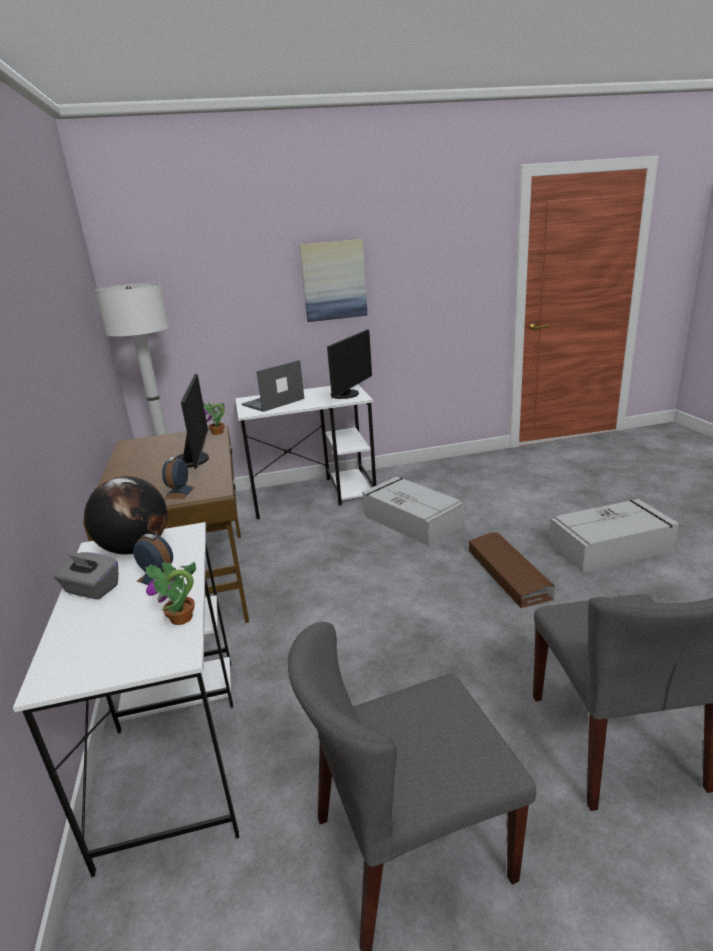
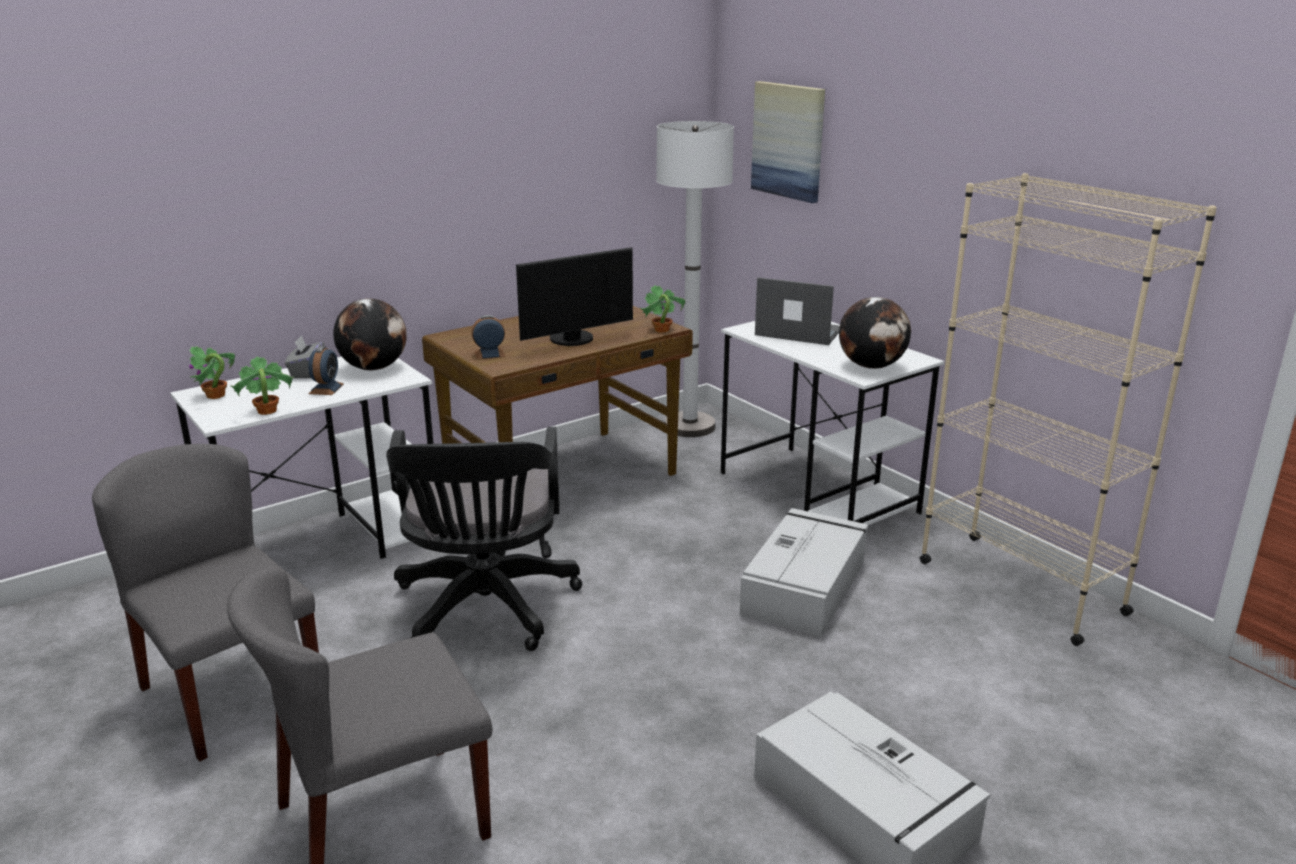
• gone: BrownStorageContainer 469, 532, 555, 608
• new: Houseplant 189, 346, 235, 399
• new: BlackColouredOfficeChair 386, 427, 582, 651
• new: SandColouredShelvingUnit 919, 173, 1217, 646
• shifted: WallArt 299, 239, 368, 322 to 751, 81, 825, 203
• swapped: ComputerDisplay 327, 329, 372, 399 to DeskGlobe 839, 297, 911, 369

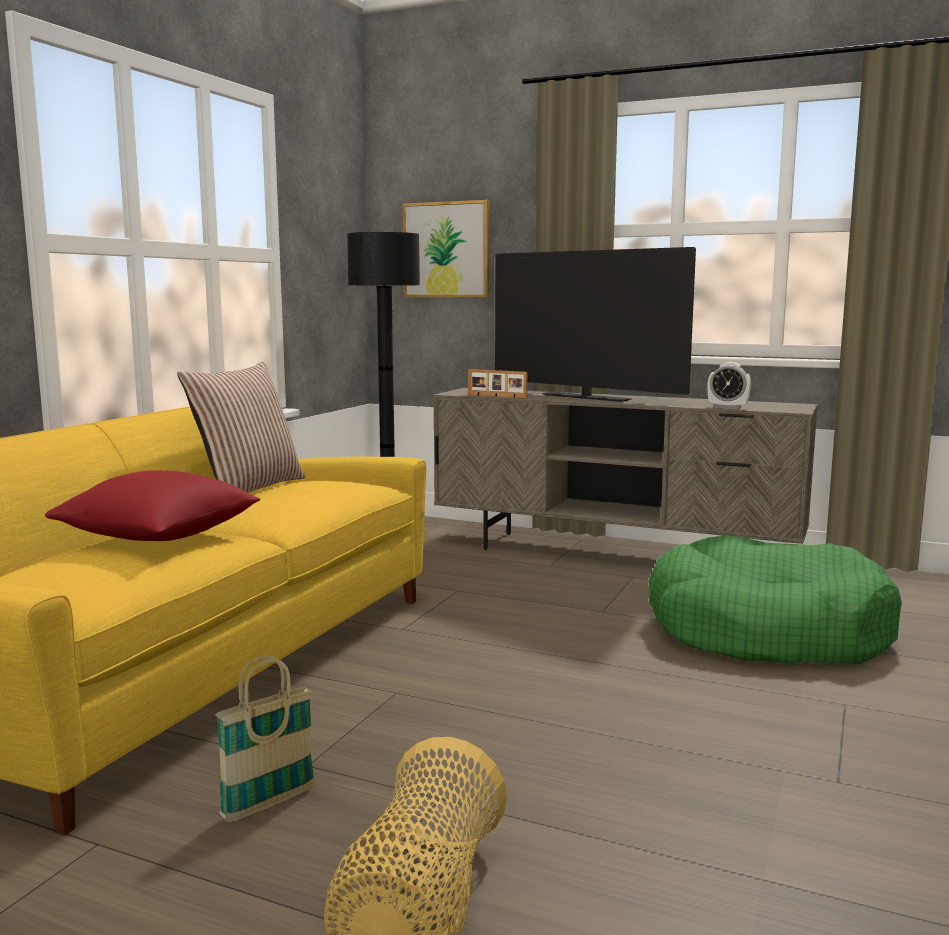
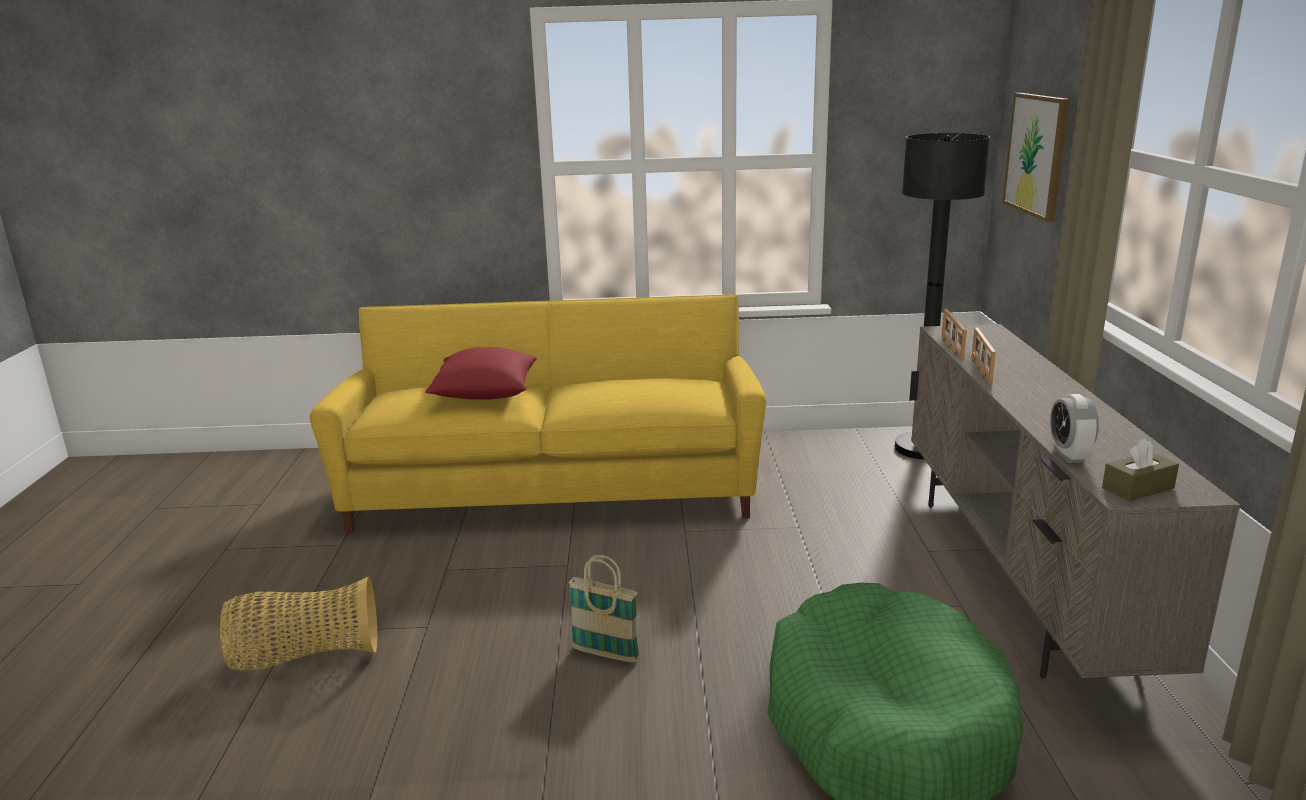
• gone: Pillow 177, 361, 305, 493
• gone: TvSet 495, 247, 696, 402
• new: StandingFrame 972, 327, 996, 384
• new: BrownTissueBox 1102, 438, 1179, 501
• shifted: StorageBasket 216, 655, 315, 822 to 568, 555, 639, 663

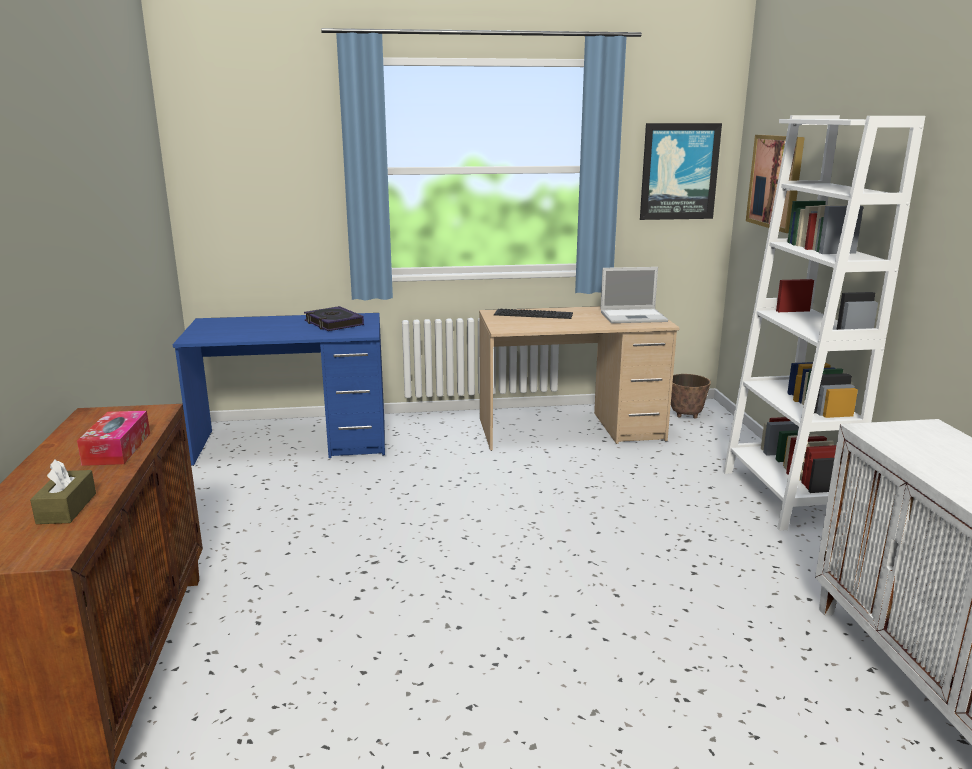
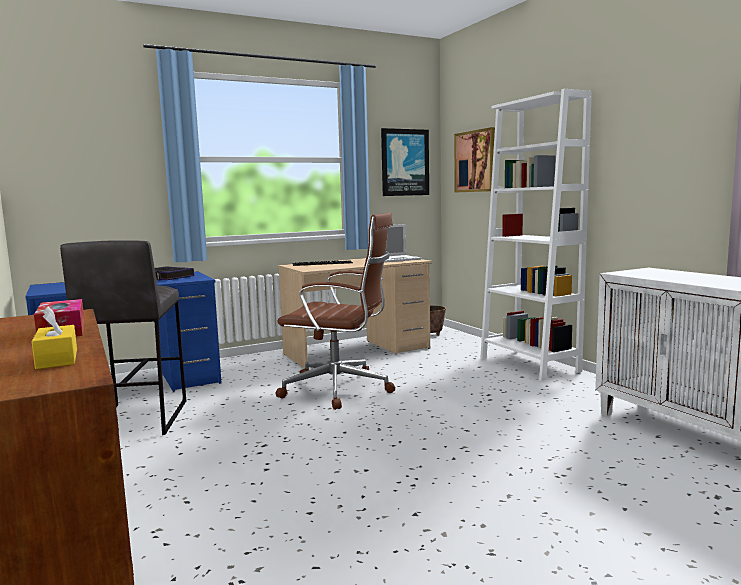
• new: GreyishStoolSeat 60, 240, 186, 435
• new: BrownOfficeChair 276, 212, 395, 410
• repainted: BrownTissueBox 30, 459, 96, 524 to YellowishTissueBox 32, 306, 77, 369

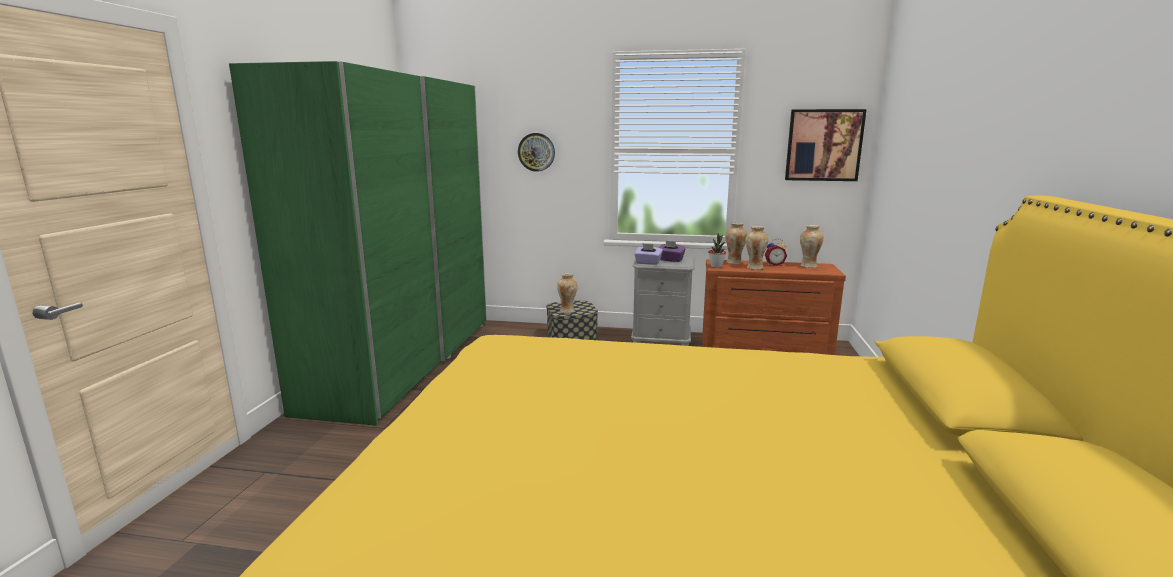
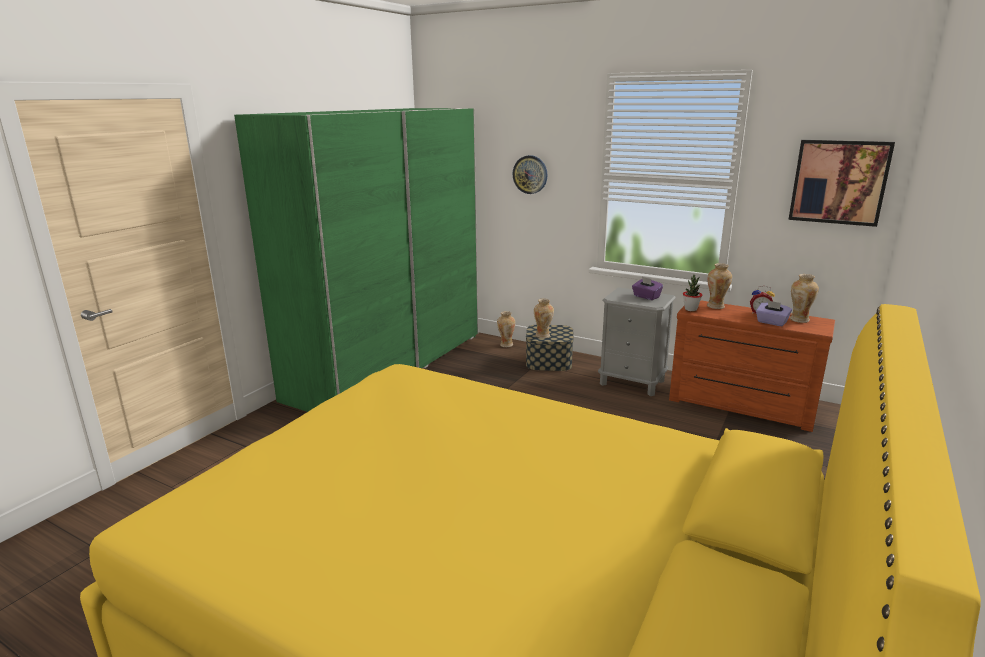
• shifted: PurplishTissueBox 634, 243, 663, 265 to 756, 300, 792, 326
• shifted: DecorativeVase 745, 226, 769, 270 to 497, 311, 515, 347

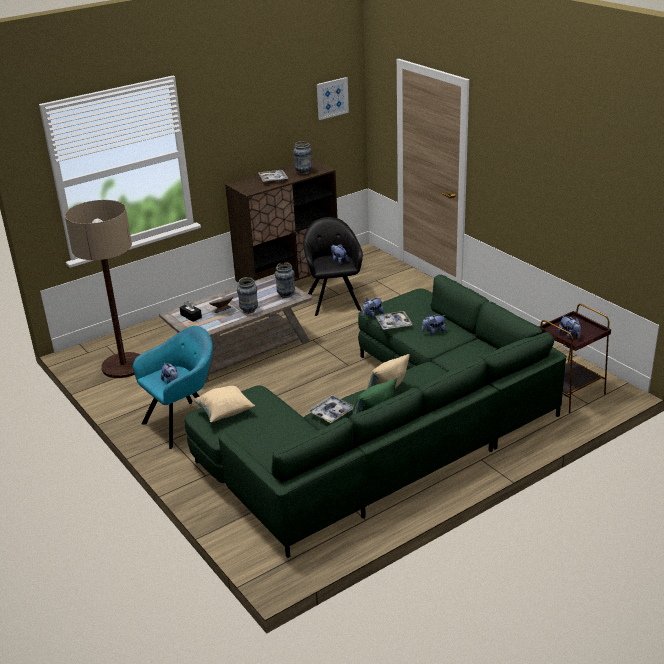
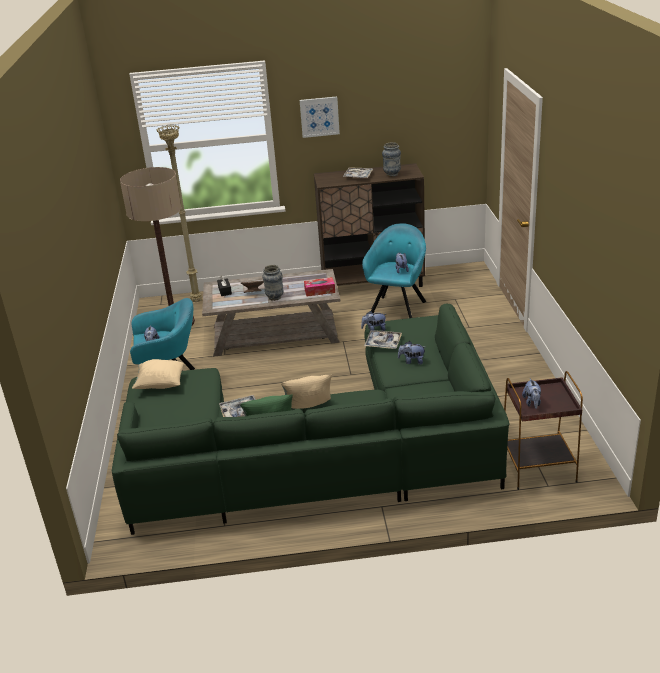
• new: SandColouredStandardLamp 156, 125, 202, 302
• shifted: WallArt 317, 77, 349, 120 to 300, 97, 340, 138
• swapped: DecorativeVase 275, 262, 295, 298 to TissueBox 304, 277, 335, 297
• repainted: BlackColouredArmchair 303, 217, 363, 316 to TurquoiseColouredArmchair 362, 223, 426, 318

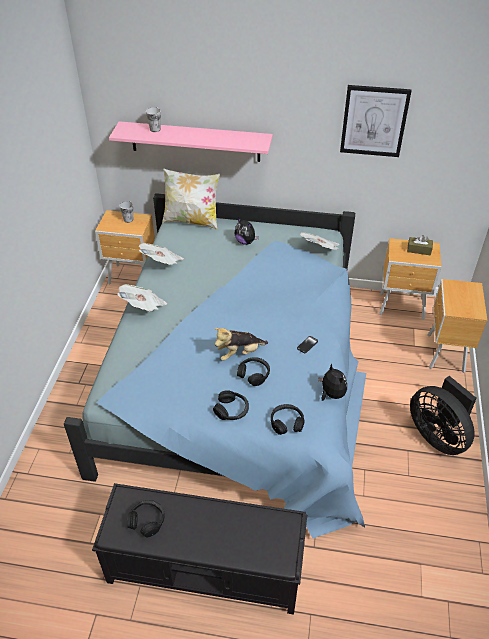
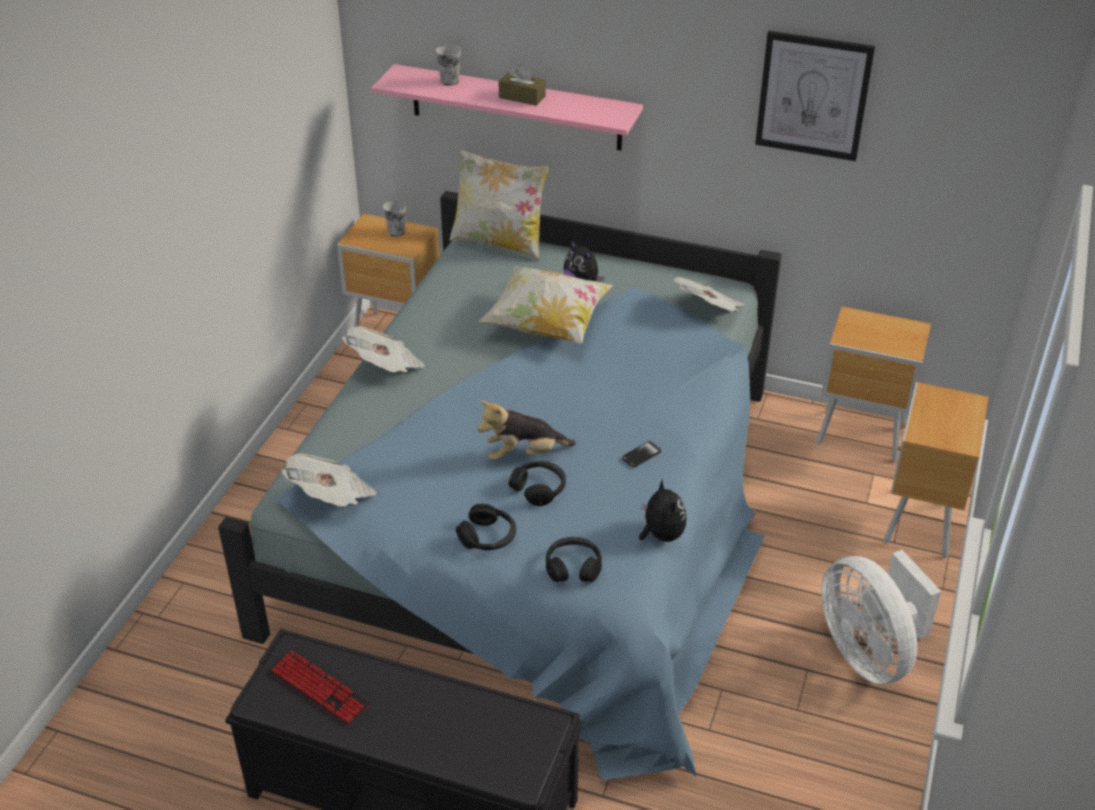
• new: Pillow 479, 266, 613, 344
• shifted: DailyPaper 139, 243, 184, 265 to 281, 453, 377, 507
• shifted: BrownTissueBox 407, 235, 433, 255 to 498, 65, 546, 106
• swapped: BlackColouredHeadset 127, 500, 165, 537 to PcKeyboard 269, 650, 371, 726
• repainted: BlackColouredCoolingFan 410, 376, 477, 455 to WhiteCoolingFan 821, 550, 941, 684

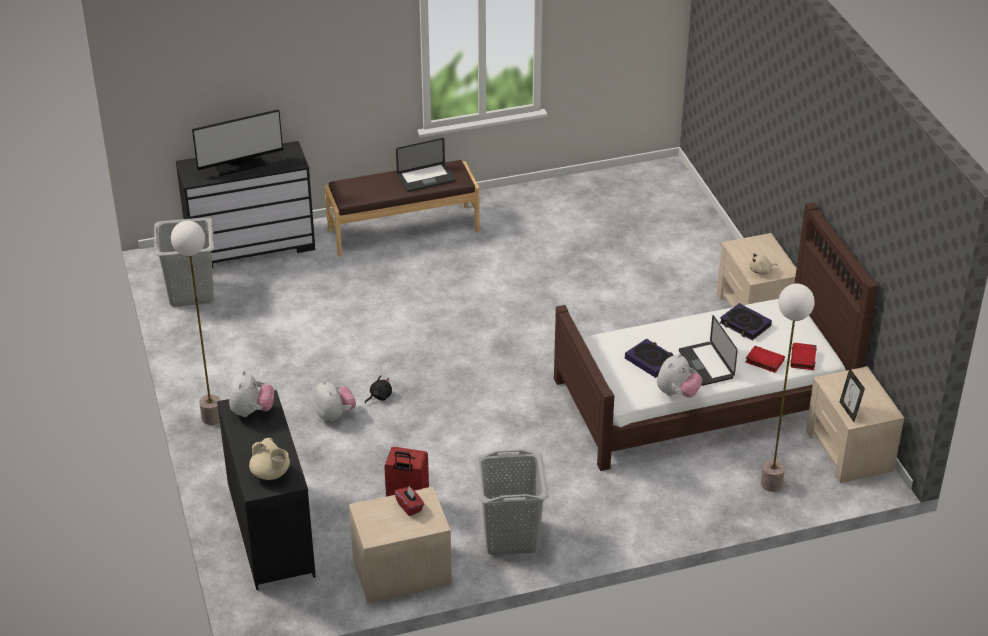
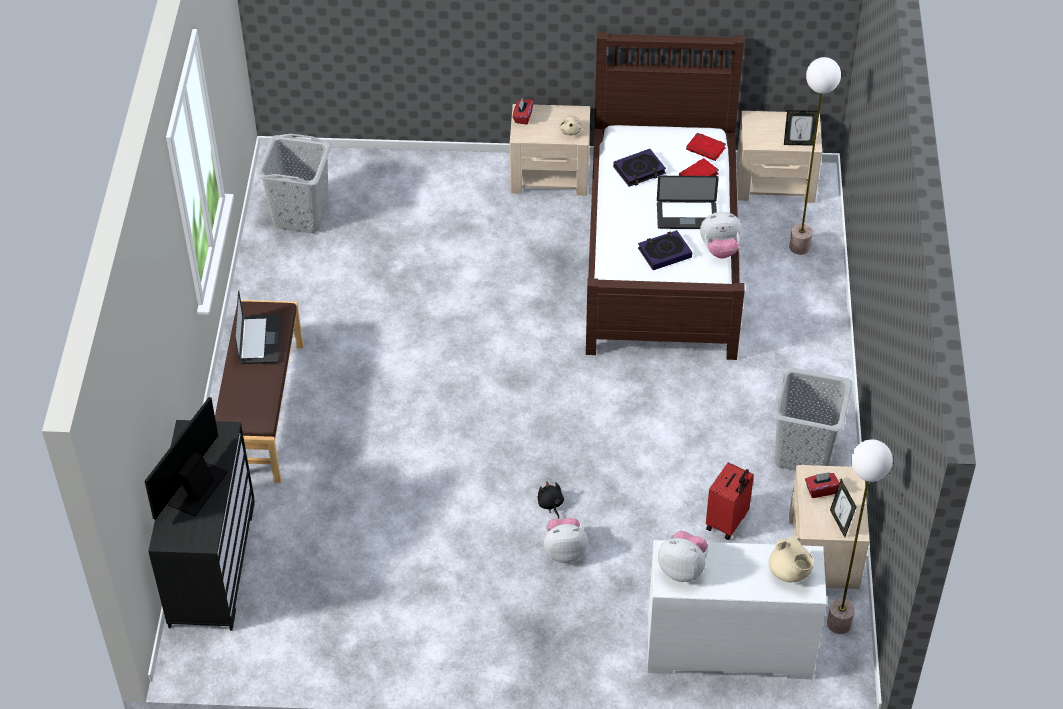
• new: RedTissueBox 513, 99, 534, 125
• new: StandingFrame 830, 479, 856, 537
• shifted: GreyishHamper 154, 217, 214, 307 to 256, 134, 332, 233
• shifted: StandardLamp 171, 221, 221, 425 to 827, 439, 893, 634
• repainted: BlackColouredDresser 217, 390, 315, 590 to WhiteDresser 648, 540, 827, 679
• rotated: ComputerDisplay 192, 109, 283, 176 = 144, 397, 228, 520 150 degrees counterclockwise
• rotated: SandColouredTeapot 249, 438, 290, 480 = 769, 535, 814, 583 90 degrees clockwise
• rotated: SoftToy 657, 353, 702, 398 = 700, 212, 741, 259 120 degrees clockwise

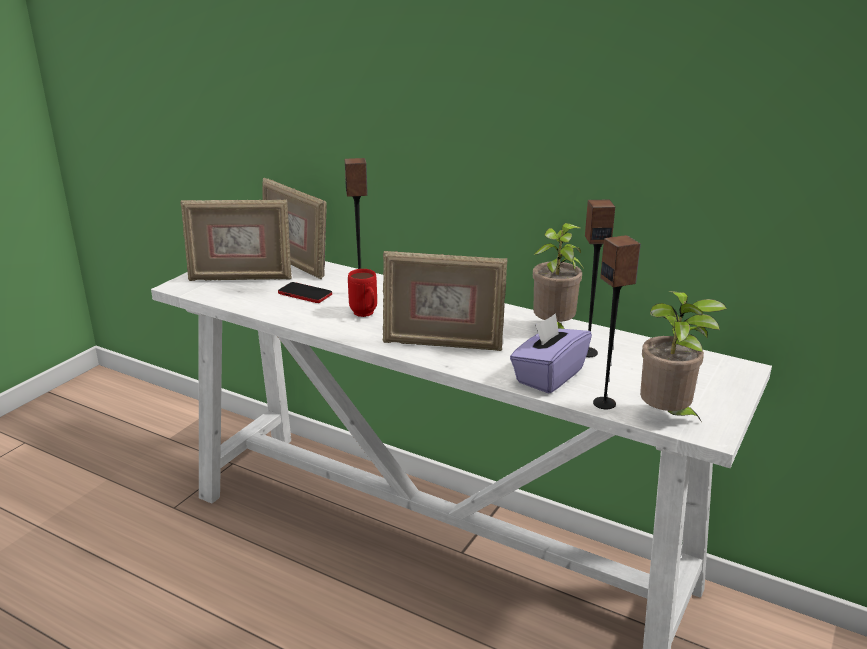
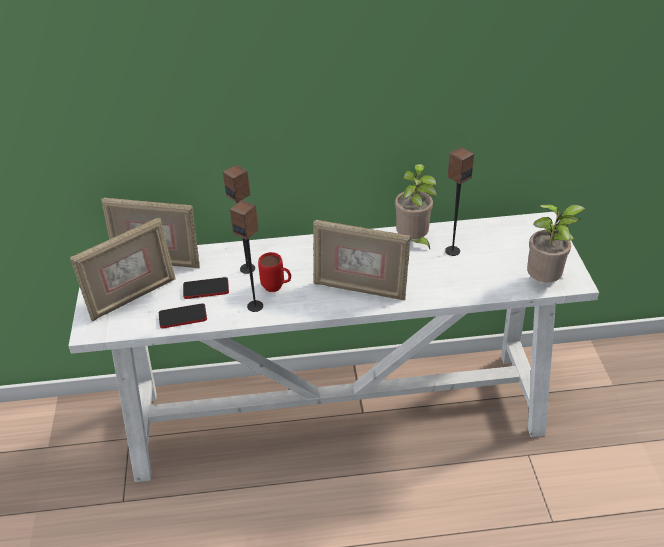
• gone: PurplishTissueBox 510, 313, 592, 394
• new: Phone 159, 304, 207, 328
• shifted: Speaker 593, 235, 641, 409 to 230, 200, 263, 312
• rotated: StandingFrame 383, 251, 507, 351 = 313, 220, 411, 300 45 degrees clockwise

